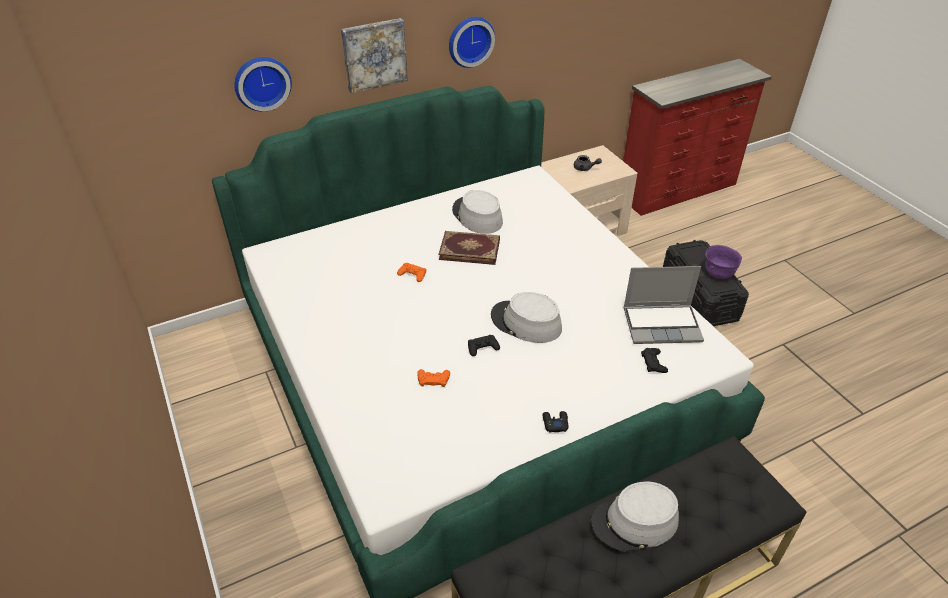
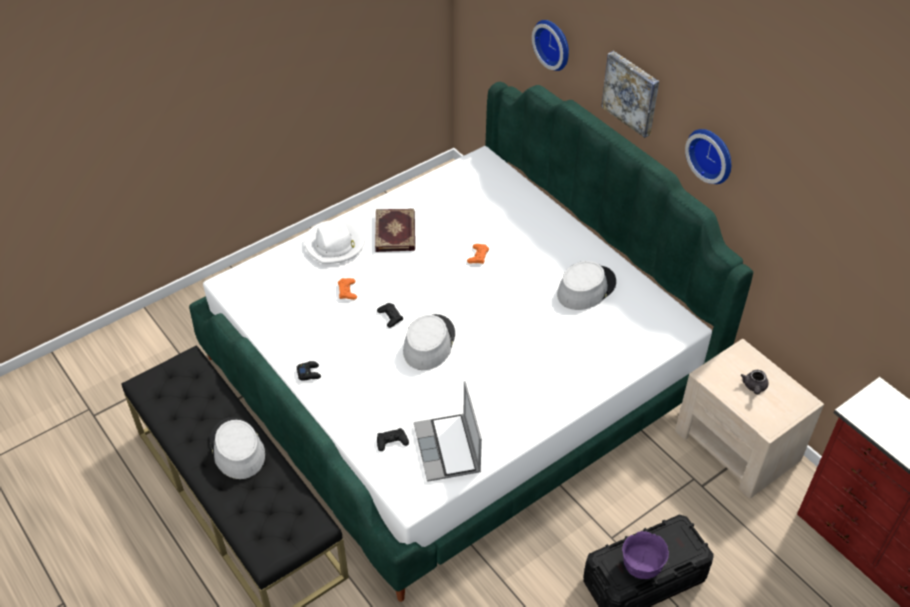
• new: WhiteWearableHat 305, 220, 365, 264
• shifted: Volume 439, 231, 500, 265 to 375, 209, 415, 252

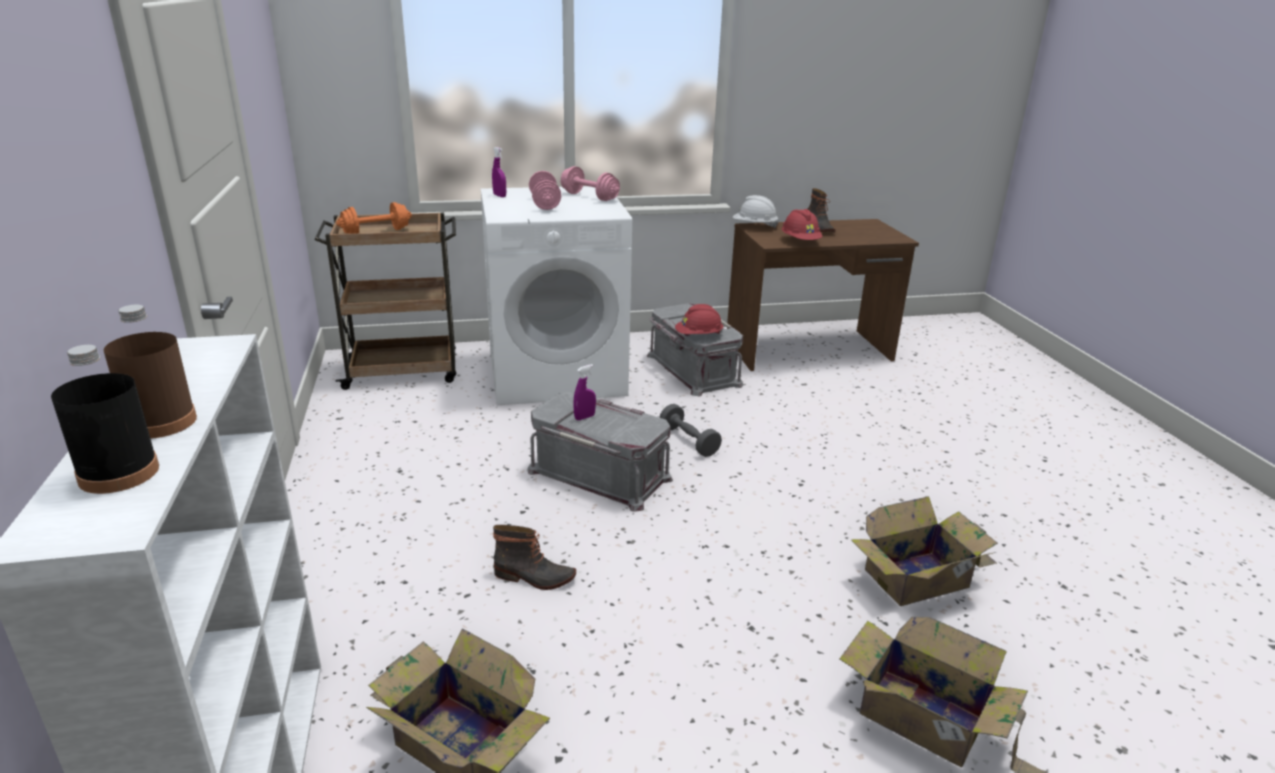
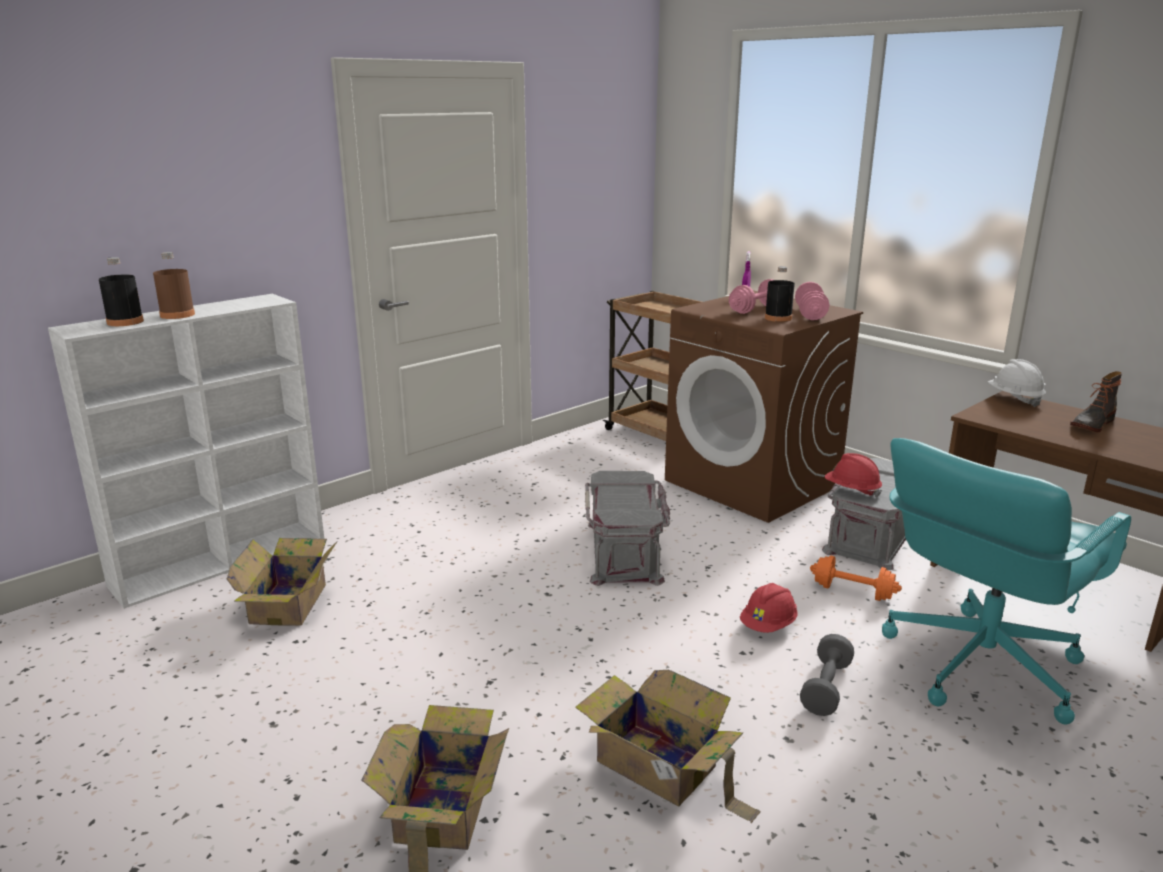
• gone: TallBoot 493, 525, 576, 590
• gone: PurplishSprayBottle 573, 364, 596, 420
• new: BlackColouredDrinkBottle 765, 266, 795, 322
• new: TurquoiseColouredOfficeChair 882, 438, 1131, 725
• shifted: OrangeyHandWeight 336, 202, 412, 234 to 810, 555, 902, 601
• shifted: GreyishHandWeight 659, 404, 722, 457 to 800, 634, 854, 716
• shifted: RedWorkHelmet 782, 209, 822, 240 to 740, 583, 797, 633
• repainted: WhiteLaundryAppliance 481, 186, 632, 405 to BrownLaundryAppliance 665, 290, 863, 523

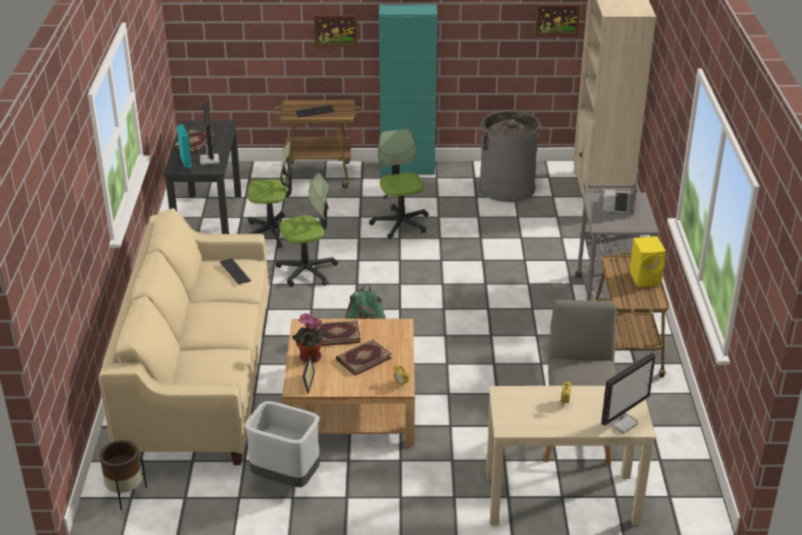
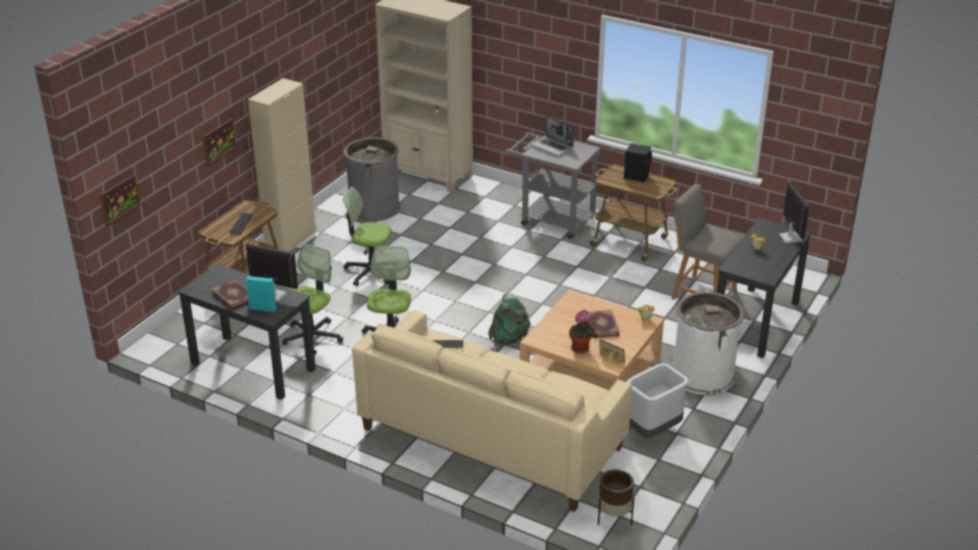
• gone: Volume 314, 320, 361, 346
• new: WhiteTrashCan 673, 292, 744, 395
• shifted: WallArt 535, 5, 581, 36 to 100, 174, 141, 227
• repainted: TurquoiseColouredCabinet 379, 5, 438, 175 to SandColouredCabinet 248, 78, 316, 252
• repainted: SandColouredDesk 486, 386, 656, 525 to BlackColouredDesk 717, 218, 812, 358
• repainted: YellowishSpeaker 629, 236, 666, 287 to BlackColouredSpeaker 624, 143, 652, 182

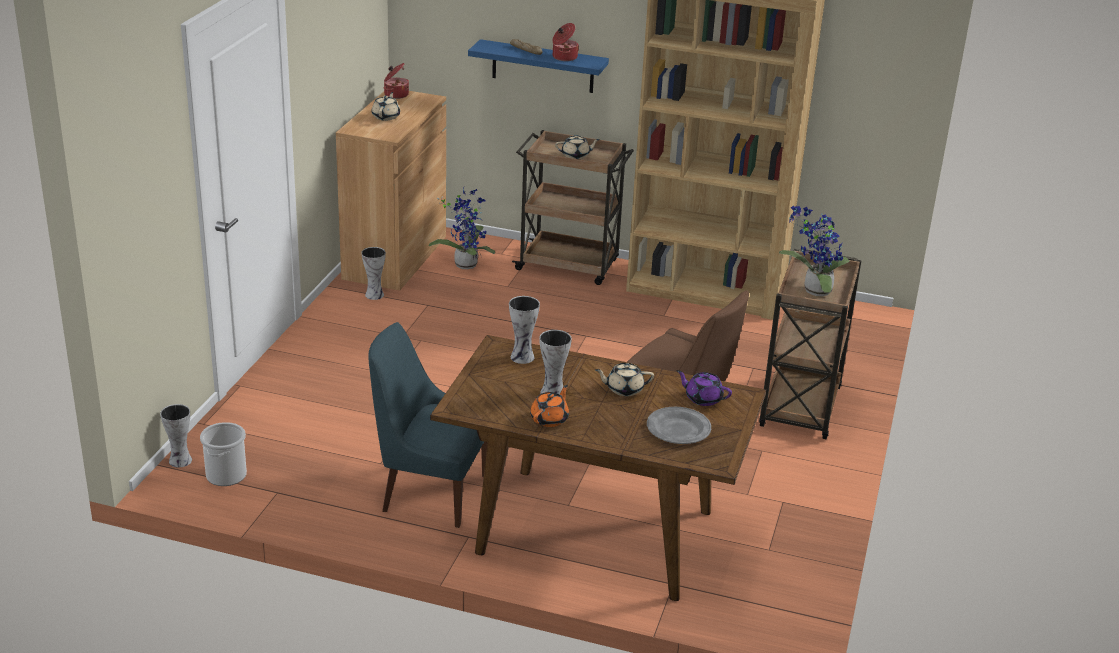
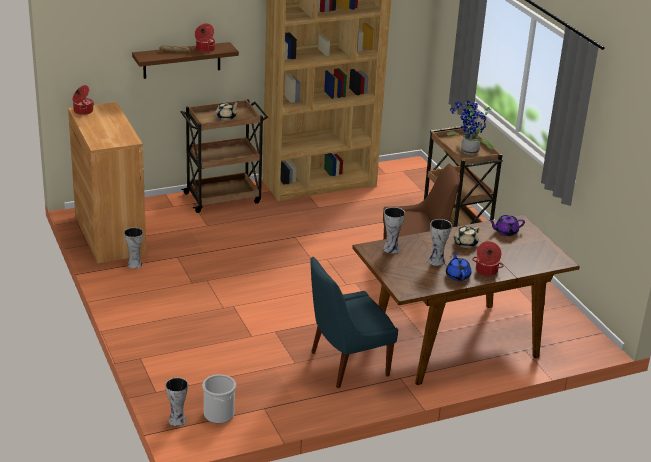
• gone: SandColouredTeapot 372, 92, 400, 121
• gone: Houseplant 429, 188, 495, 269
• gone: GreyishPlate 647, 407, 711, 444
• new: Stockpot 472, 241, 503, 276
• repainted: BluishWallShelf 468, 39, 609, 93 to BrownWallShelf 132, 42, 239, 79
• repainted: OrangeyTeapot 530, 385, 569, 427 to BluishTeapot 446, 251, 471, 281

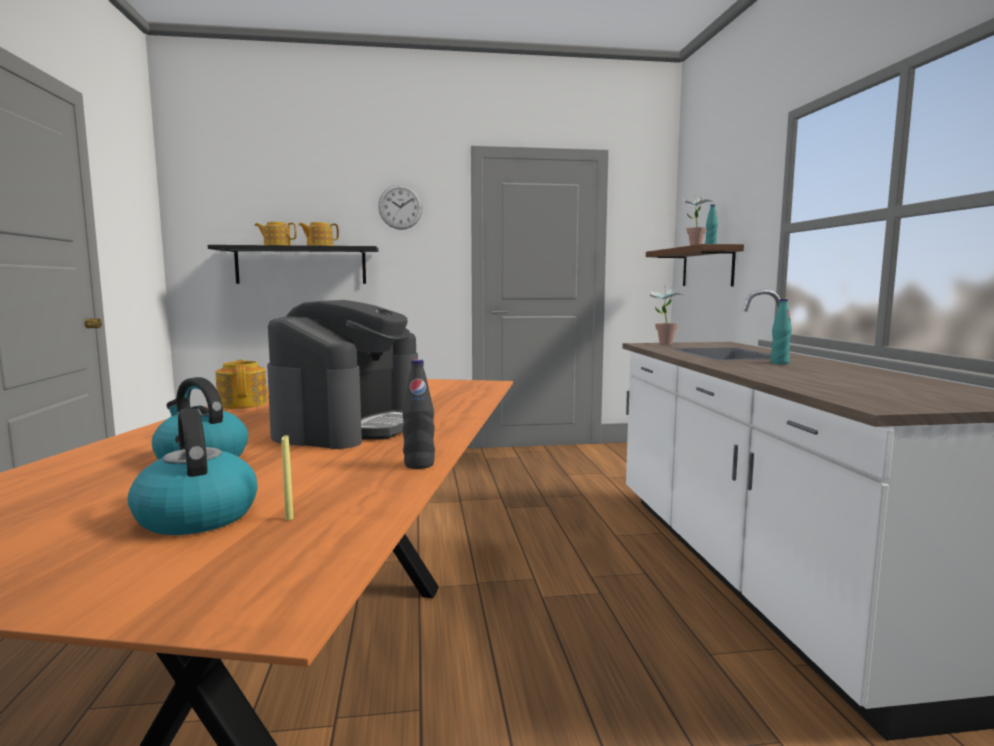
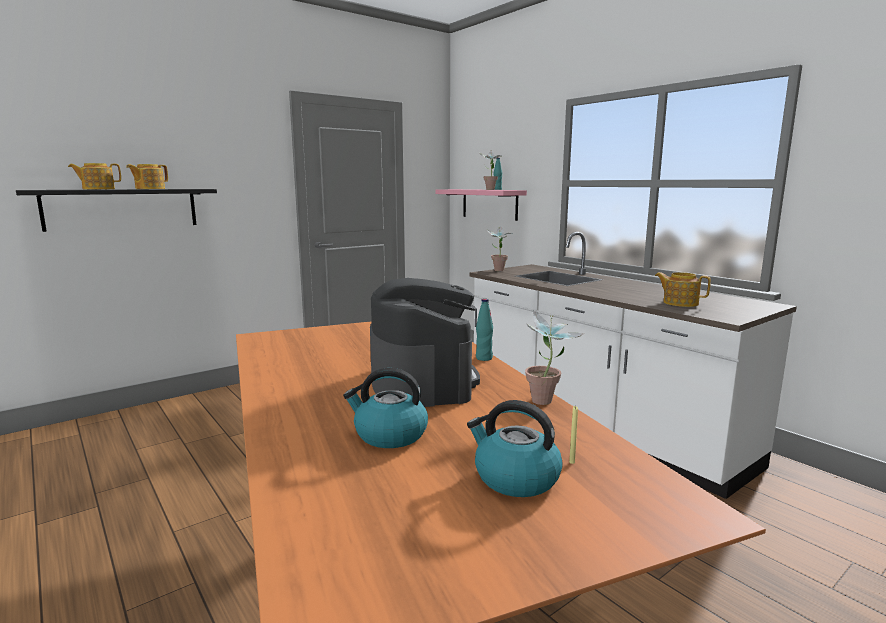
• gone: WallClock 378, 184, 423, 230
• shifted: Teapot 216, 360, 268, 409 to 655, 272, 711, 307
• shifted: TurquoiseColouredDrinkBottle 770, 299, 792, 364 to 476, 299, 493, 361
• swapped: BlackColouredDrinkBottle 402, 359, 435, 469 to Houseplant 525, 311, 583, 405
• repainted: BrownWallShelf 646, 244, 744, 286 to PinkColouredWallShelf 435, 189, 527, 221

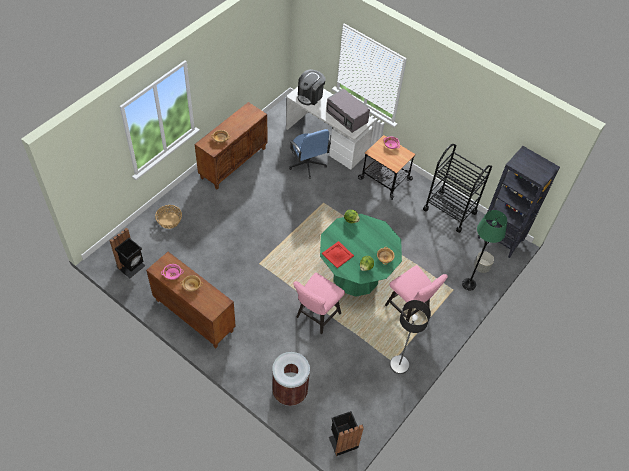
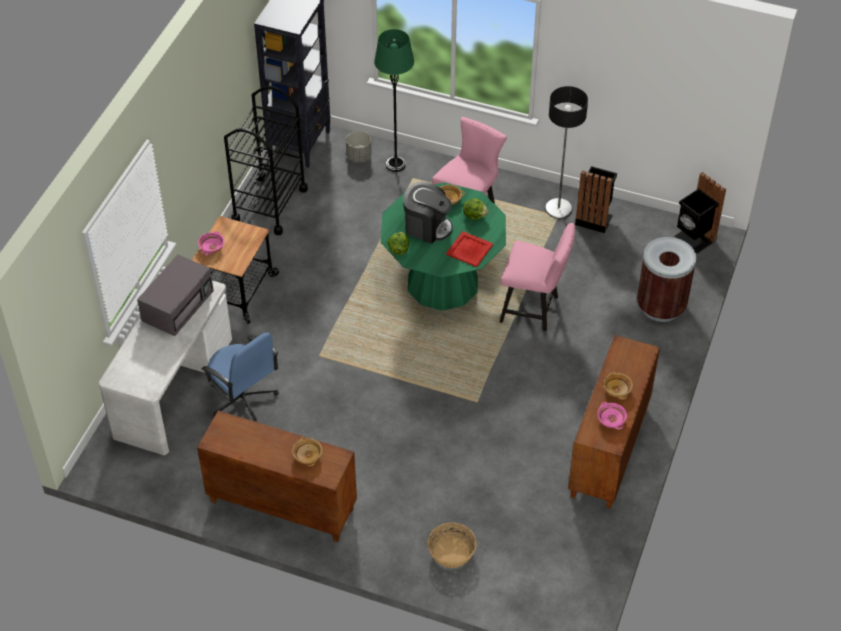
• shifted: BlackColouredTrashCan 110, 228, 146, 278 to 575, 166, 617, 233
• shifted: CoffeeBrewer 298, 69, 326, 105 to 403, 182, 453, 244
• rotated: BluishOfficeChair 289, 129, 331, 178 = 202, 332, 279, 422 90 degrees clockwise

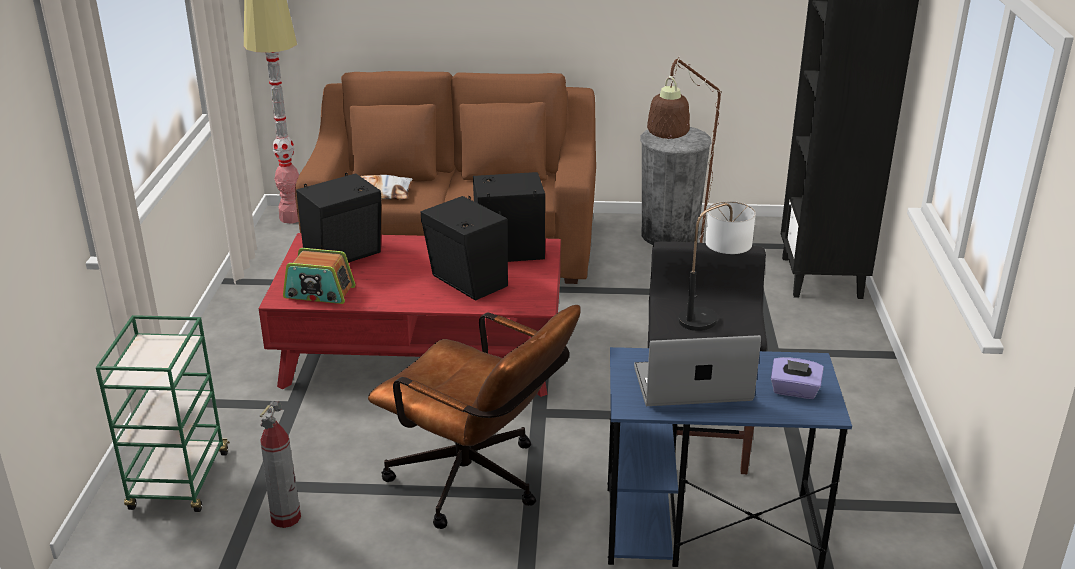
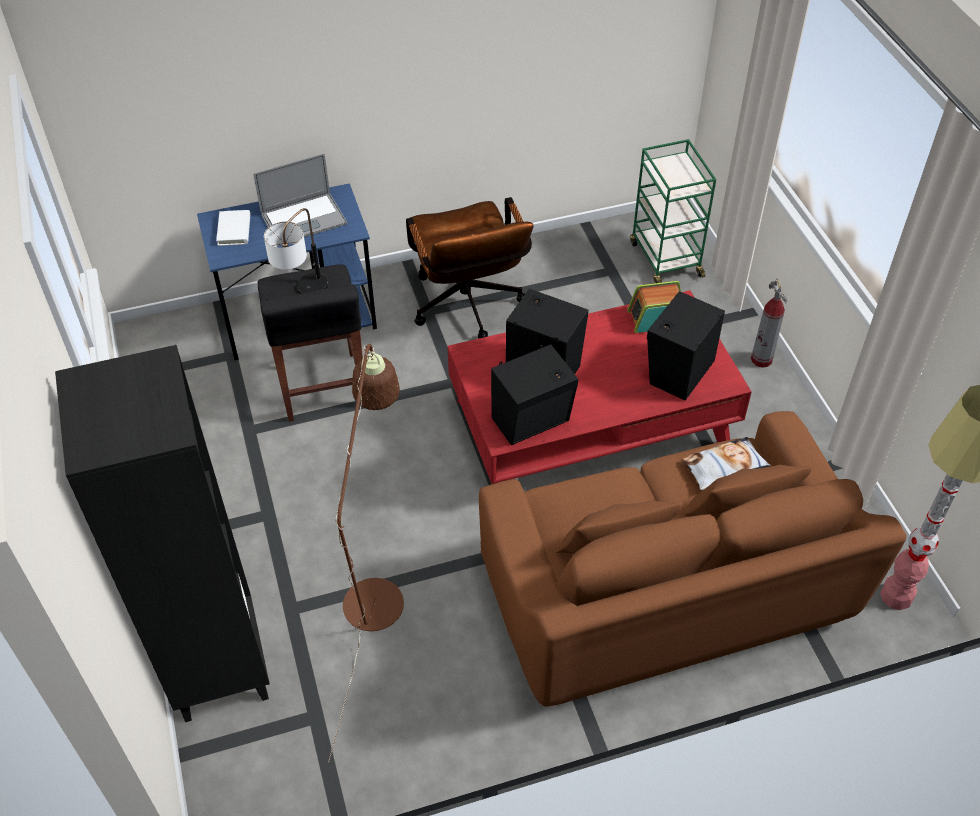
• gone: GreyishTrashCan 640, 127, 712, 245
• shifted: Extinguisher 260, 401, 301, 528 to 751, 278, 788, 368
• swapped: PurplishTissueBox 771, 357, 823, 399 to WhiteVolume 216, 210, 250, 246
• rotated: BrownOfficeChair 368, 305, 581, 529 = 406, 197, 534, 338 120 degrees counterclockwise

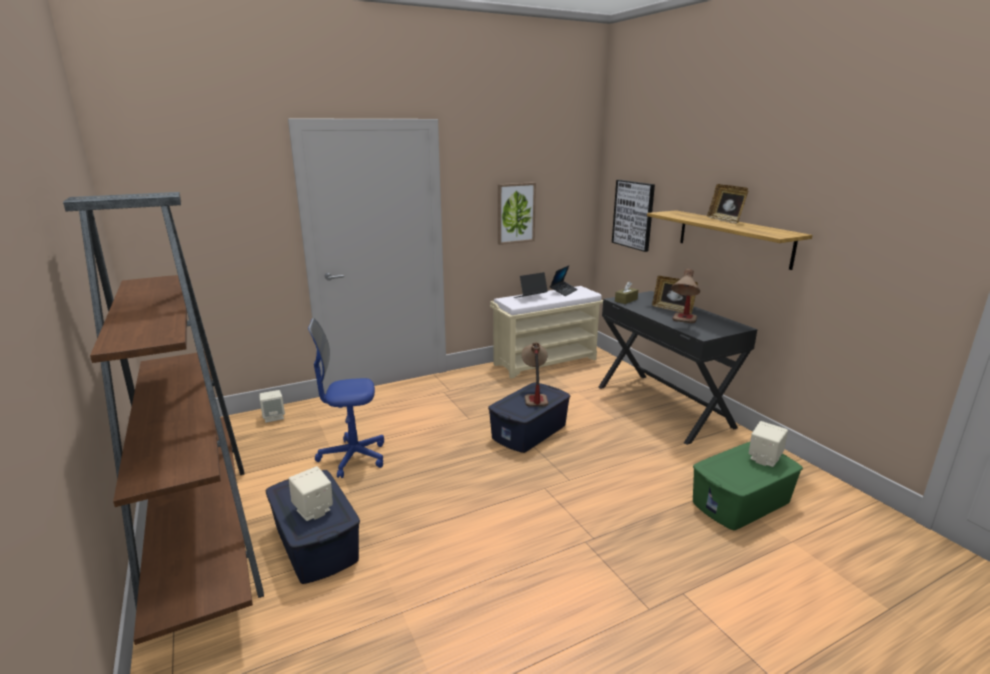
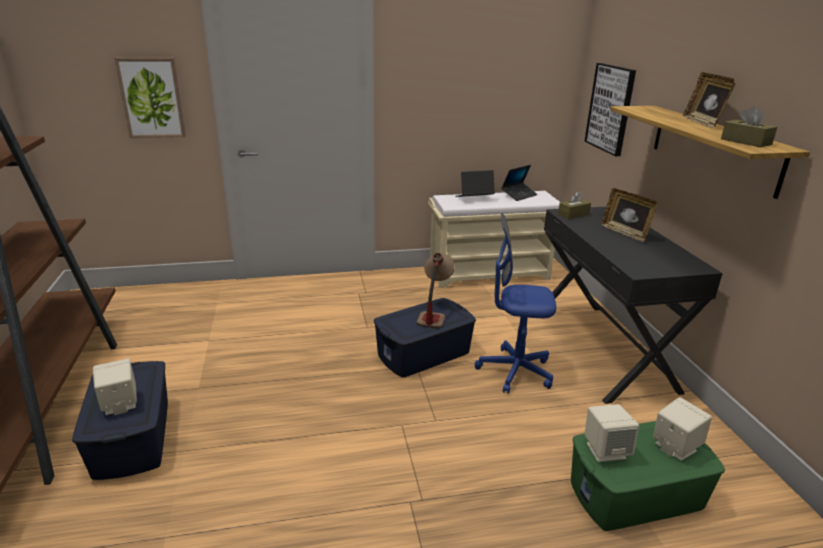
• gone: LampForATable 671, 269, 700, 323
• new: BrownTissueBox 721, 106, 777, 147
• shifted: SandColouredSpeaker 259, 390, 285, 423 to 584, 404, 639, 462
• shifted: BluishOfficeChair 308, 318, 384, 478 to 475, 213, 556, 394
• shifted: WallArt 498, 182, 536, 245 to 114, 58, 186, 138

